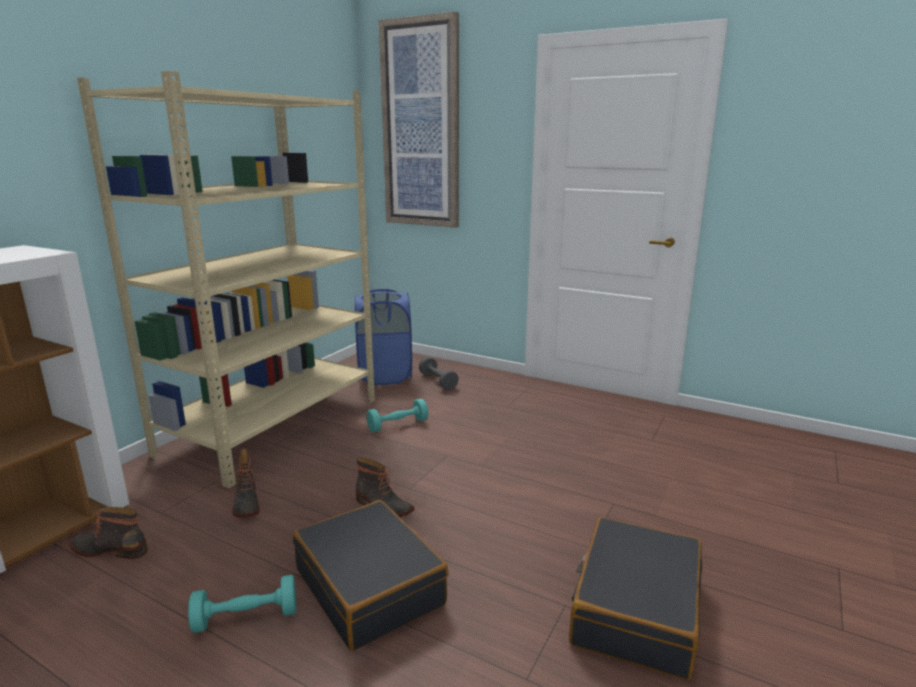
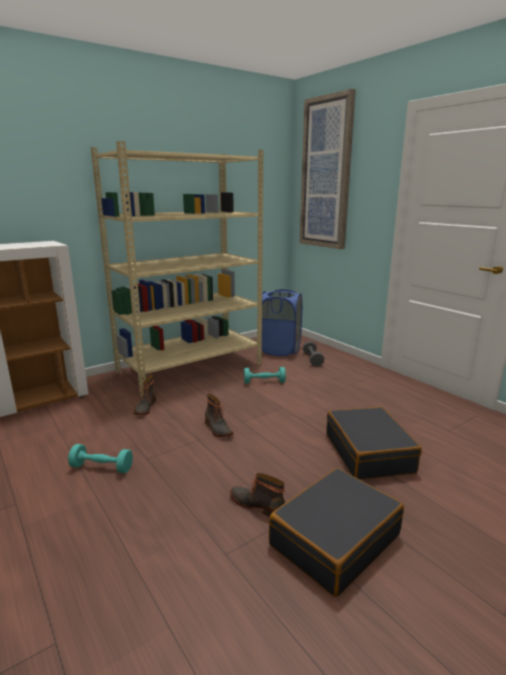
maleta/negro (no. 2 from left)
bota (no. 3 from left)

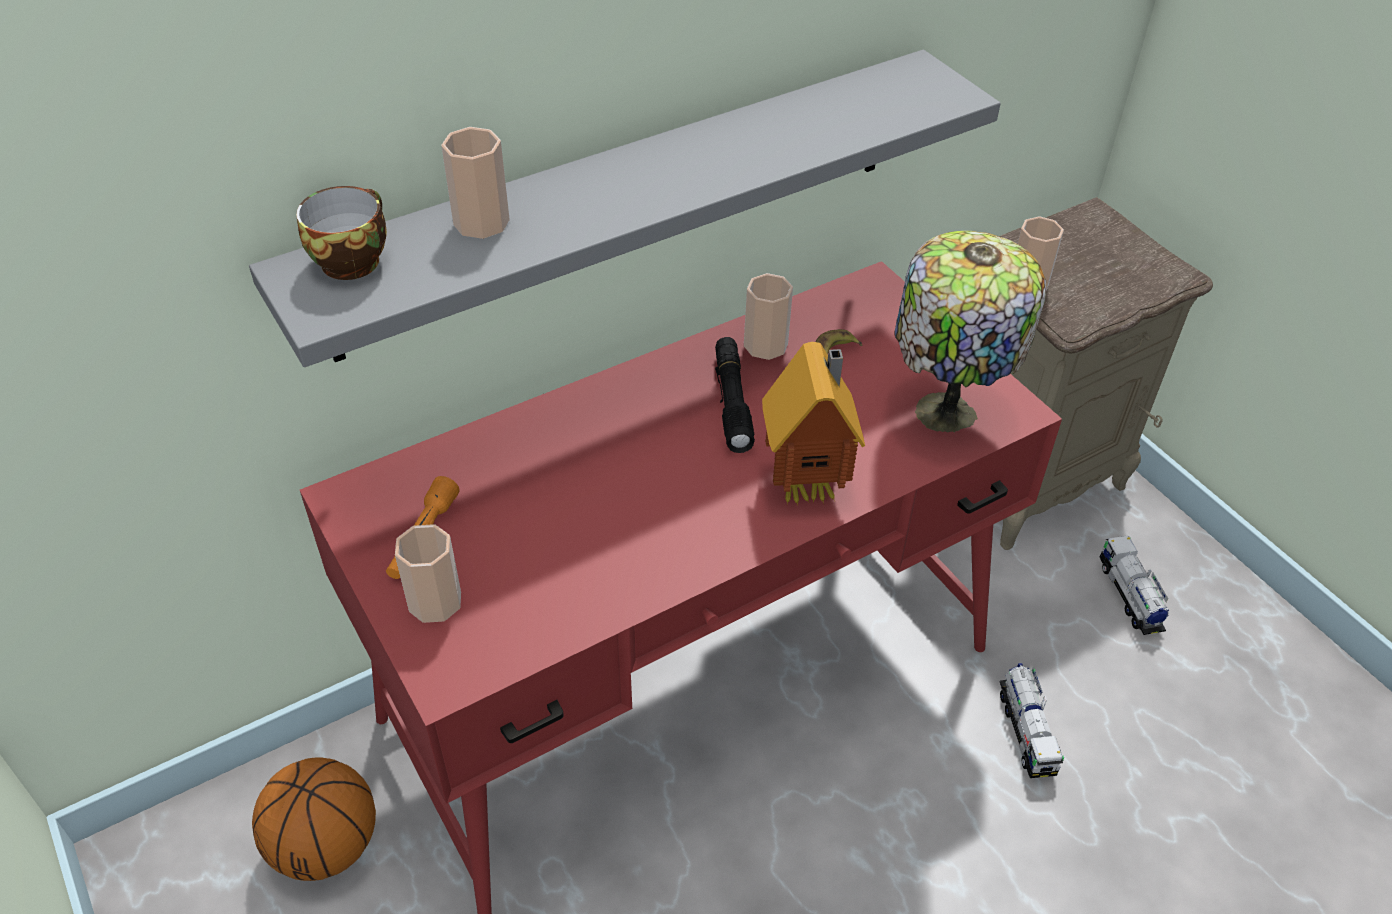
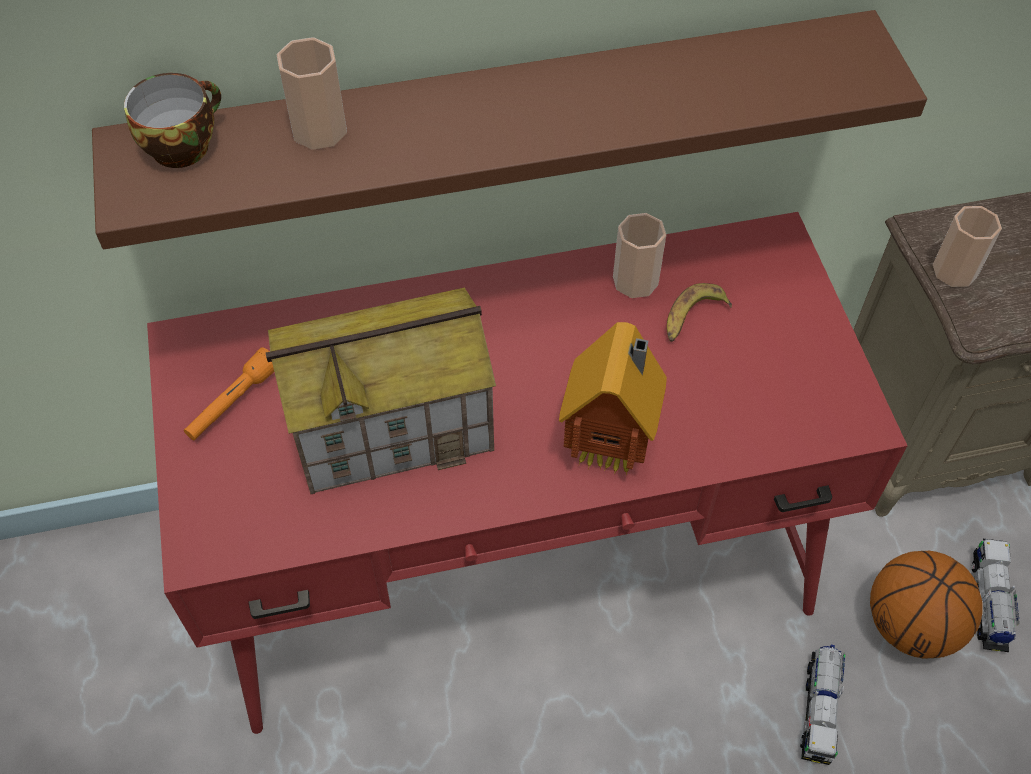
estante/marrón
lámpara de mesa
linterna/negro
taza (no. 2 from left in the first image)
balón de baloncesto
casita (no. 1 from left)

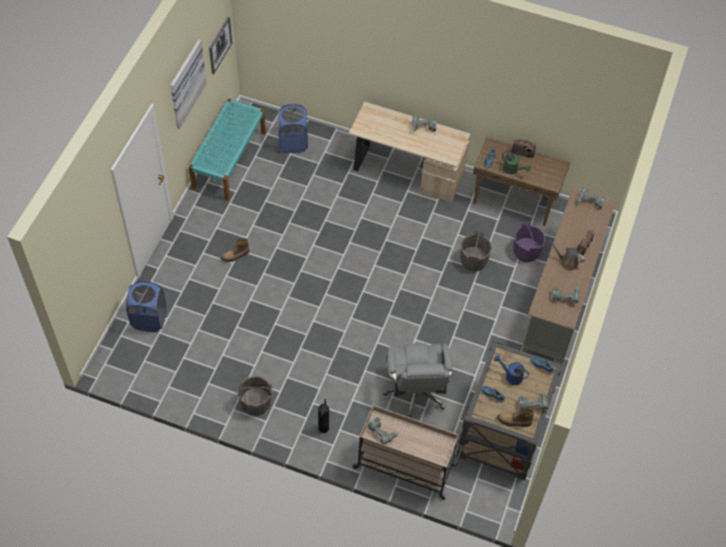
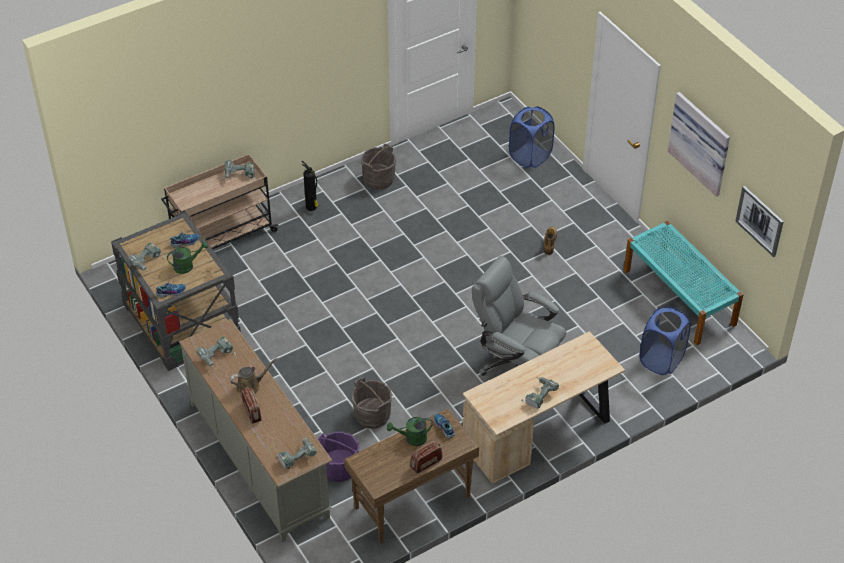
silla de oficina/gris
regadera/verde (no. 1 from left)
bota (no. 2 from left in the first image)

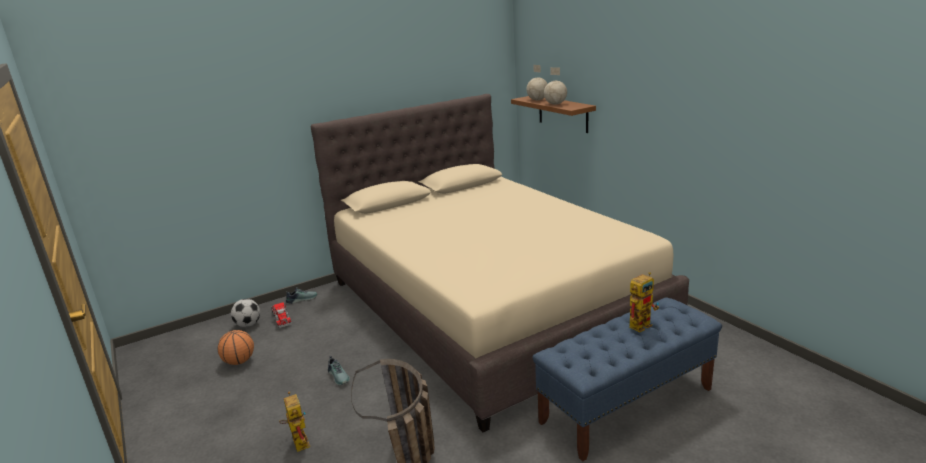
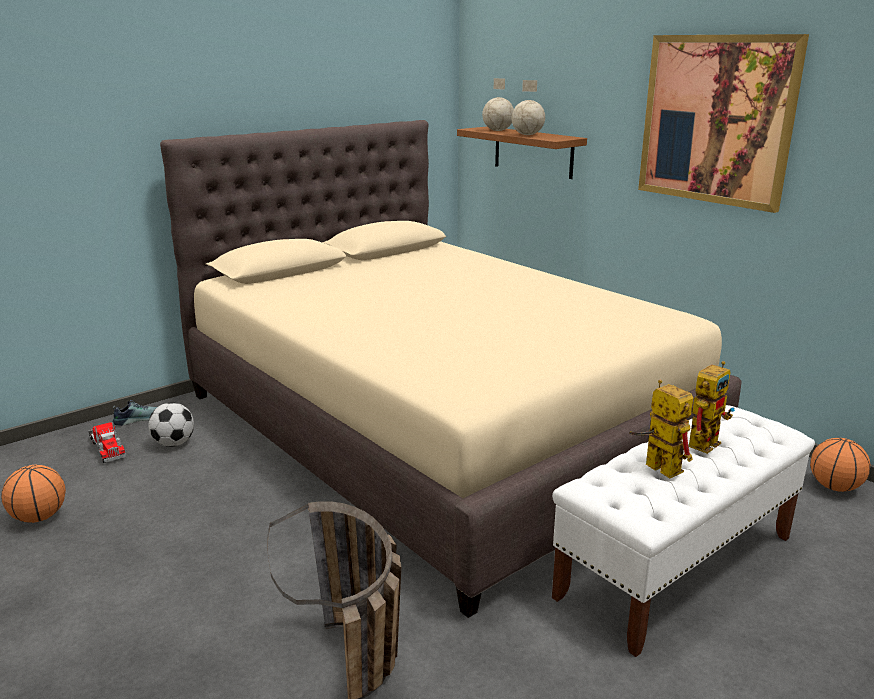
banco/blanco
balón de fútbol
zapato (no. 2 from left in the first image)
robot de juguete (no. 1 from left)
cuadro
balón de baloncesto (no. 2 from left)

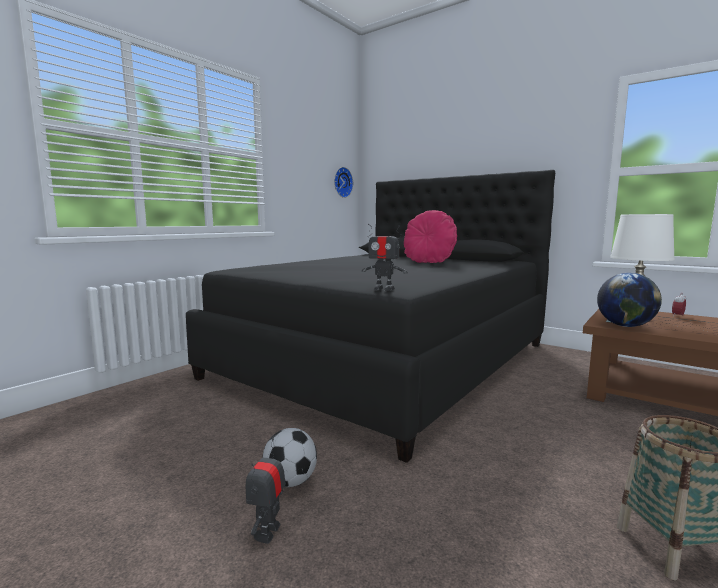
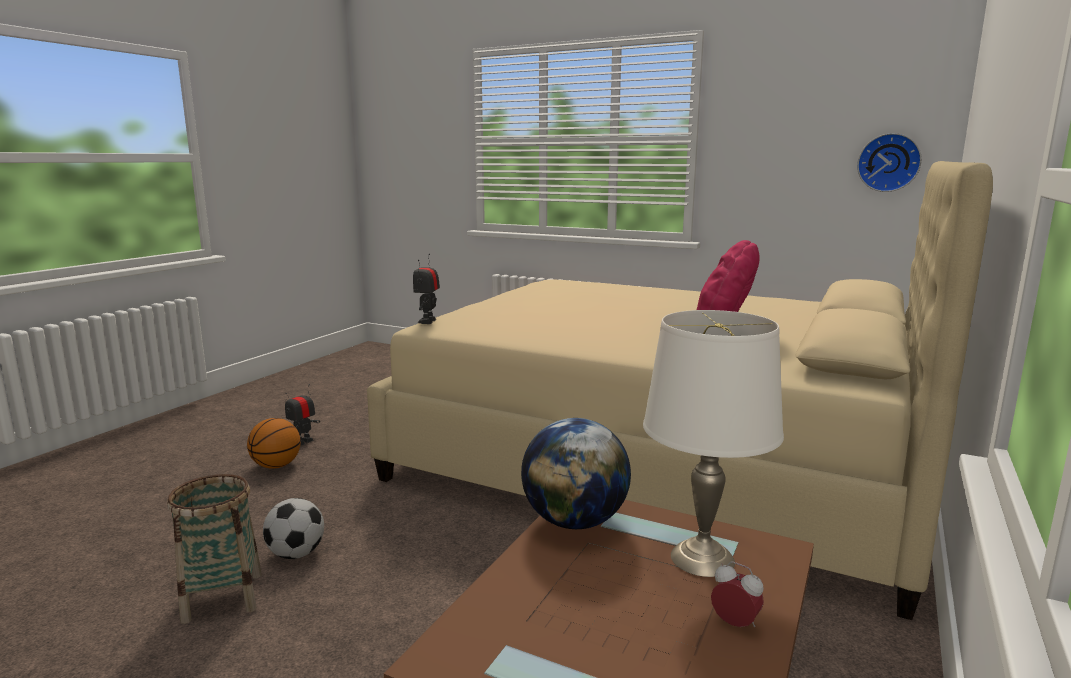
cama/beis
balón de fútbol
robot de juguete (no. 1 from left)
balón de baloncesto

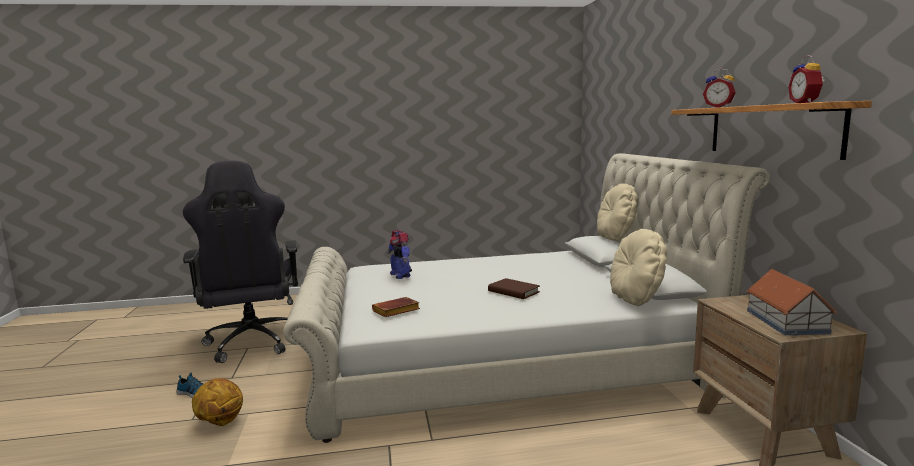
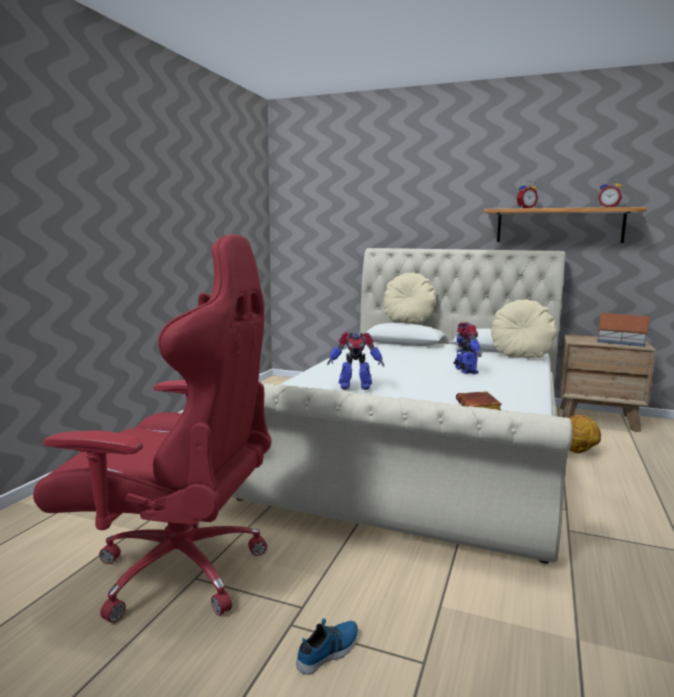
silla de oficina/rojo
robot de juguete (no. 2 from left)
balón de baloncesto

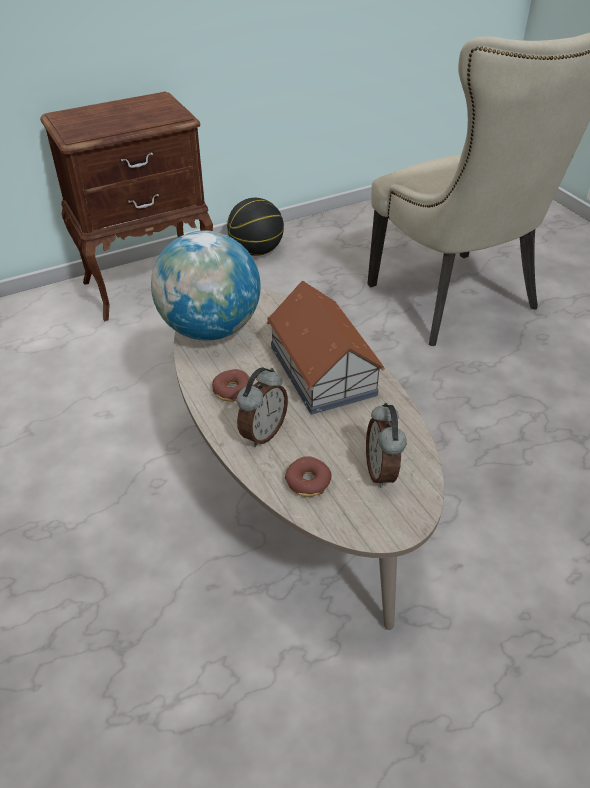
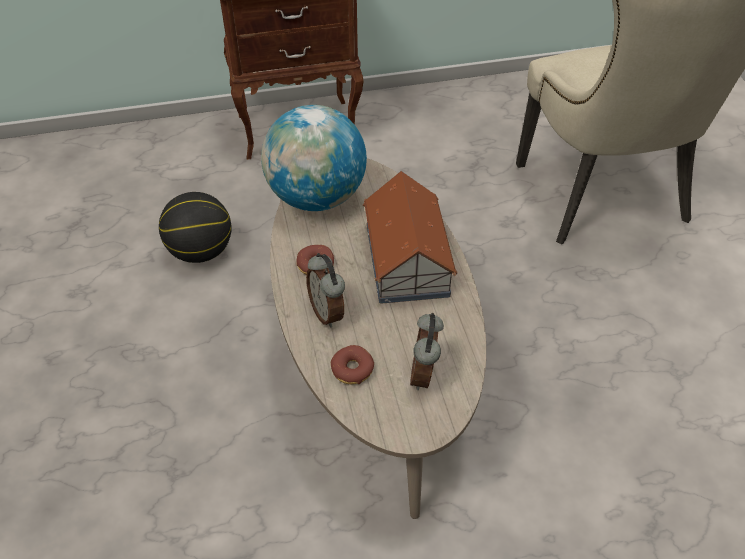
balón de baloncesto
despertador (no. 1 from left)

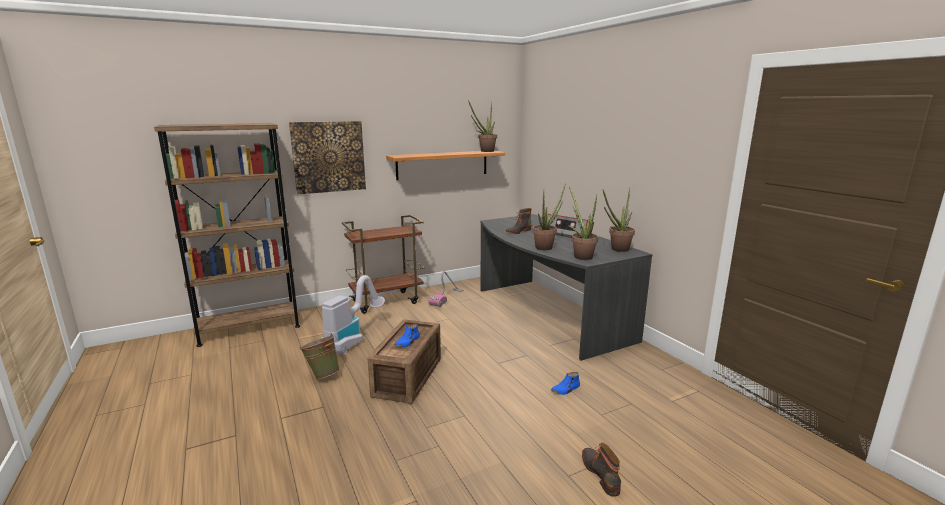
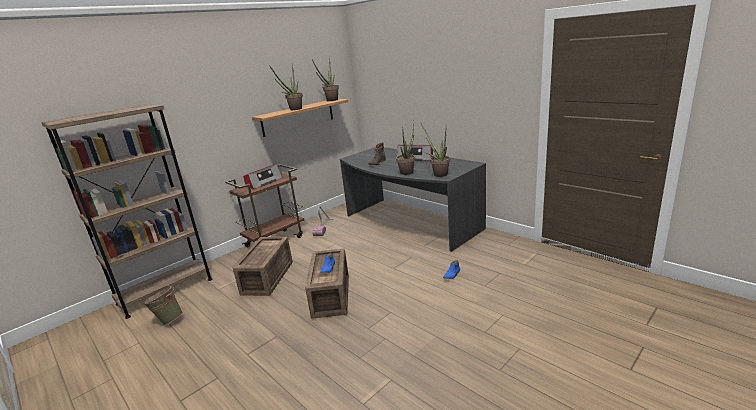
cuadro
planta en maceta (no. 1 from left)
caja de embalaje (no. 1 from left)
cubo/verde
bota (no. 2 from left in the first image)
radio (no. 1 from left)

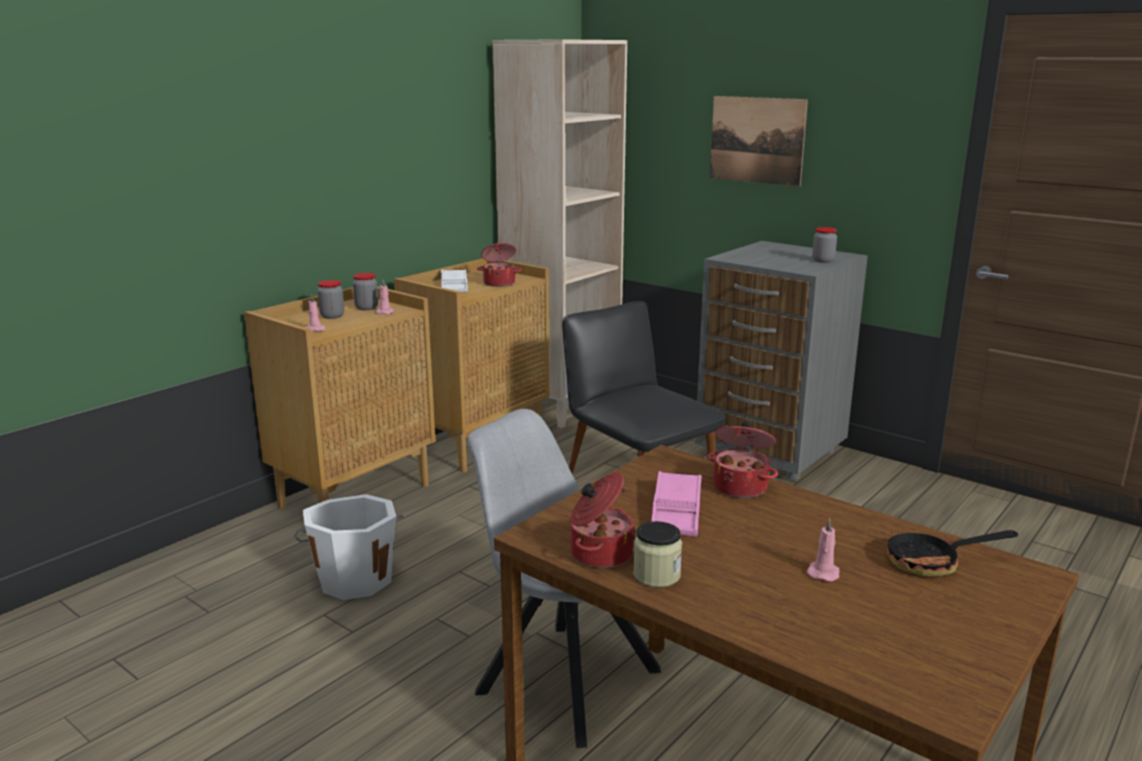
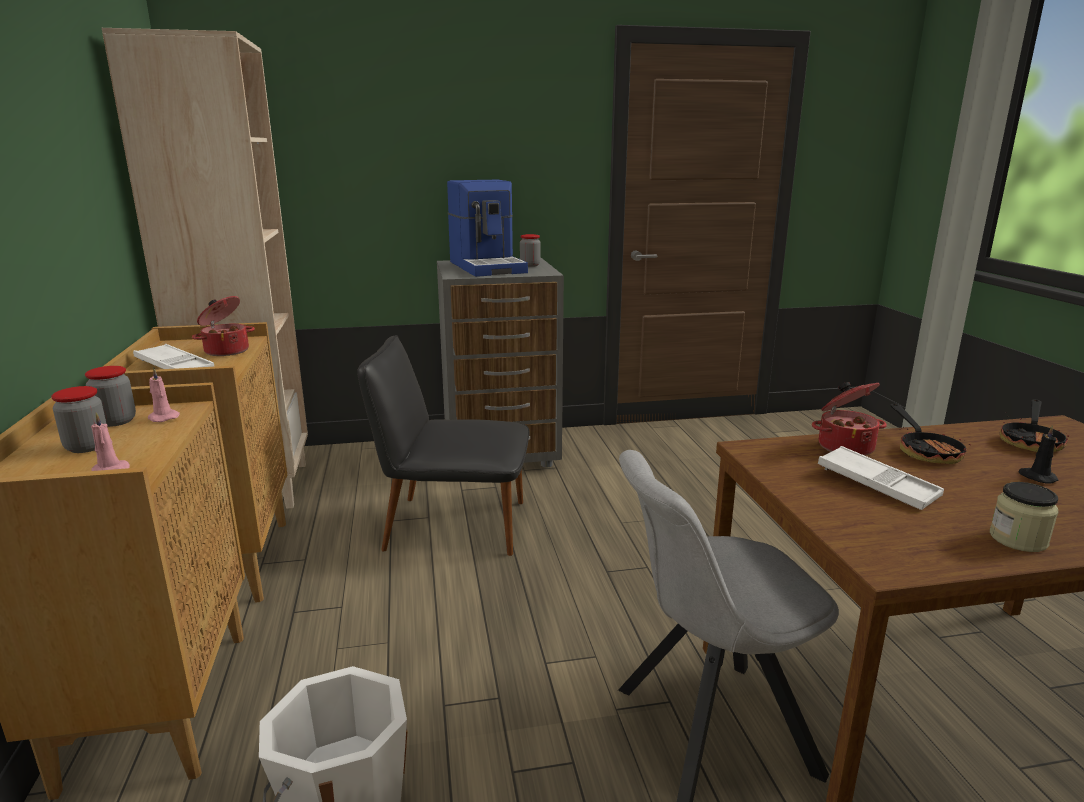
cuadro
bandeja/blanco (no. 2 from left)
olla (no. 2 from left in the first image)
vela/negro
cafetera
sartén (no. 1 from left)

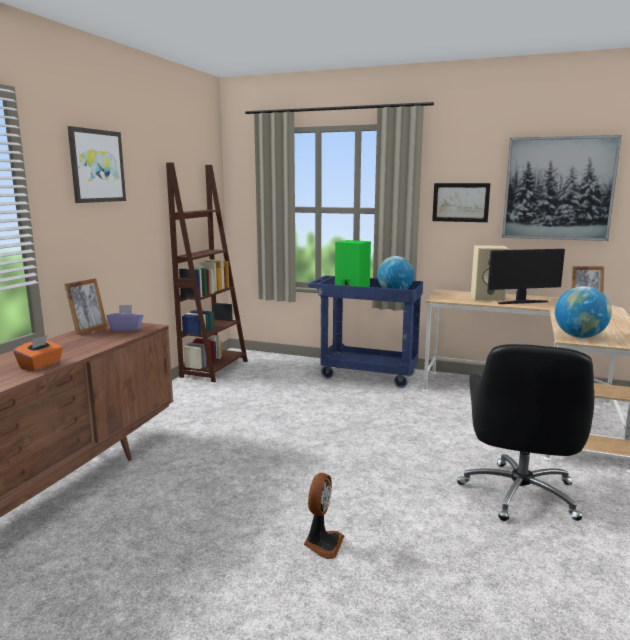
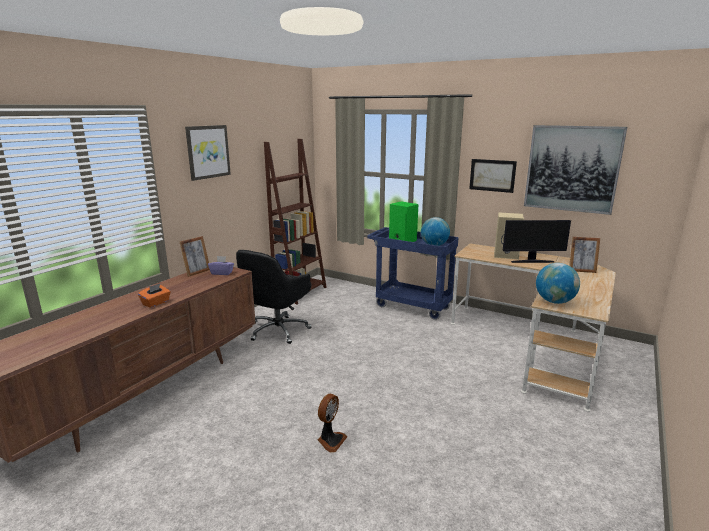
silla de oficina/negro

